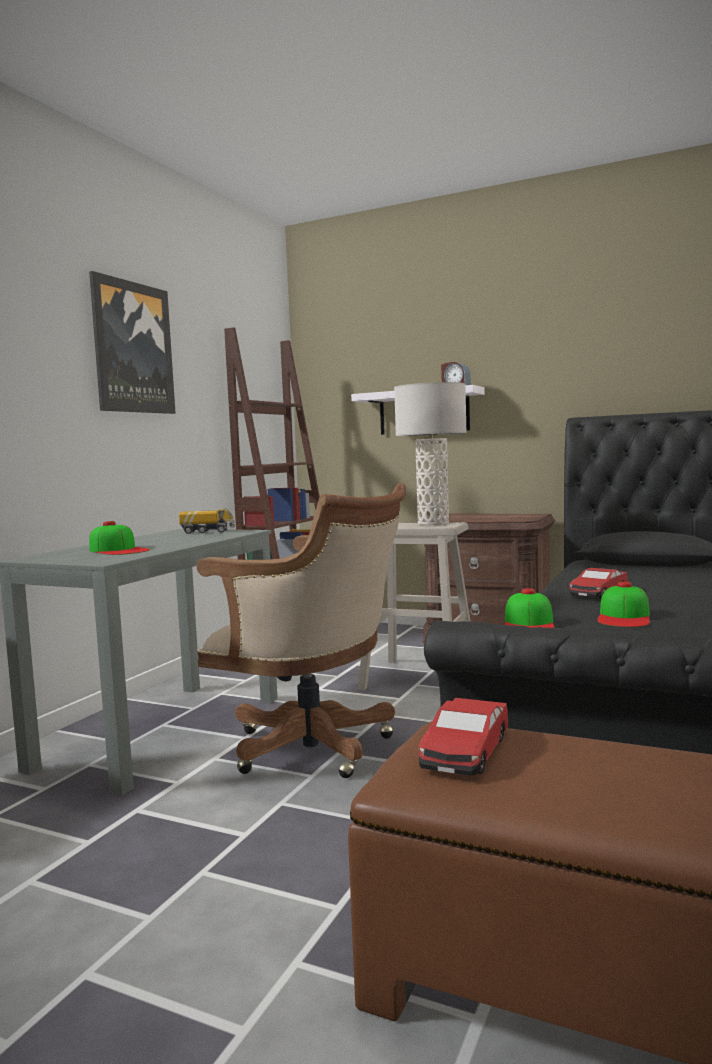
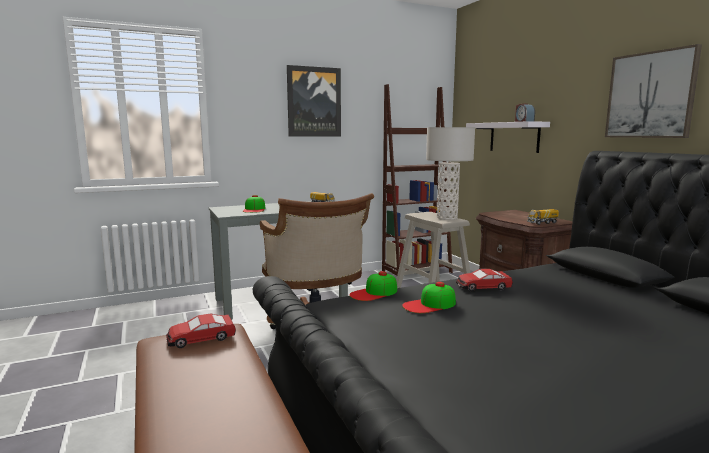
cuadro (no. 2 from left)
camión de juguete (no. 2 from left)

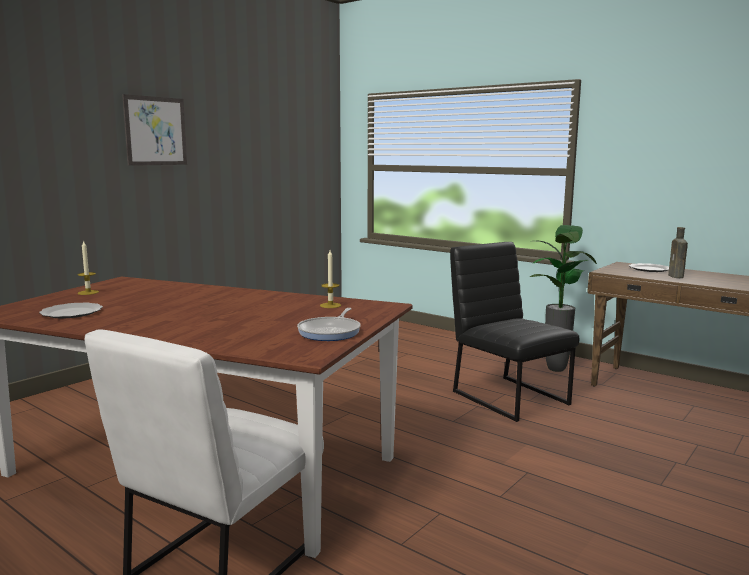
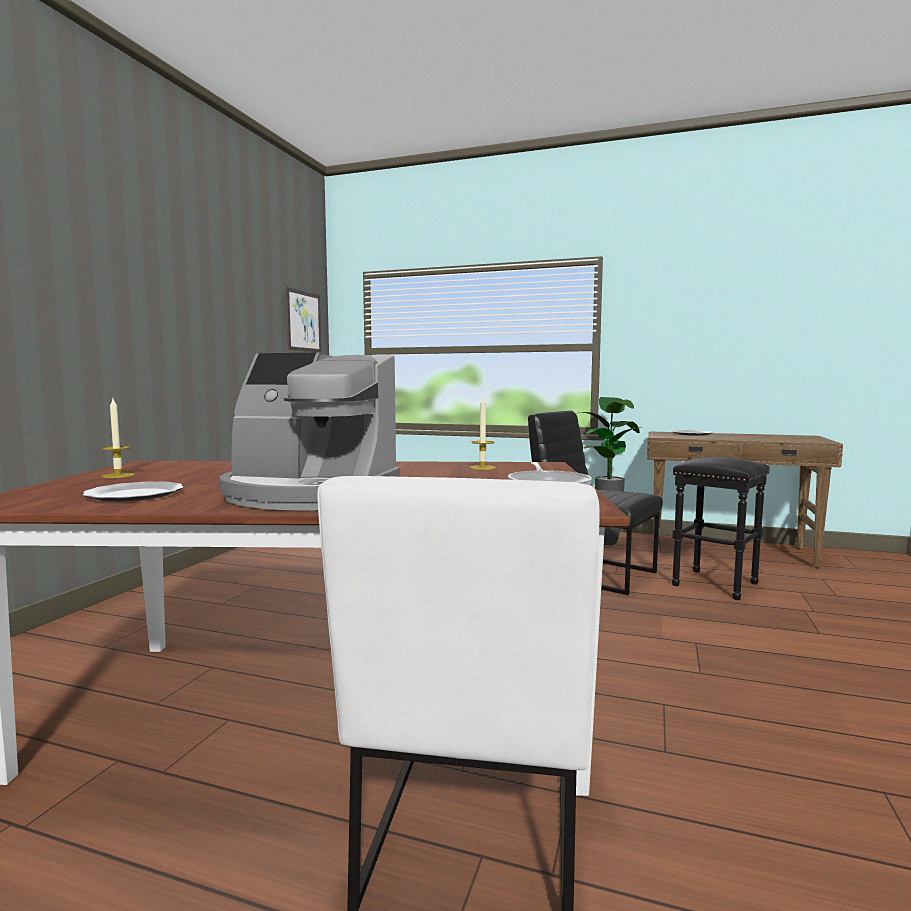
cuadro
botella/marrón
cafetera
taburete/negro

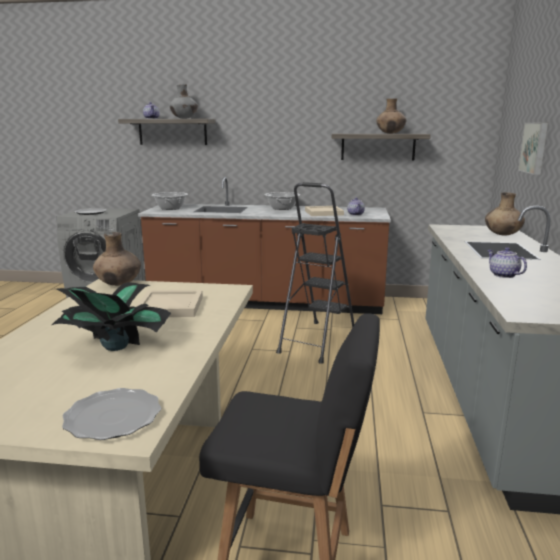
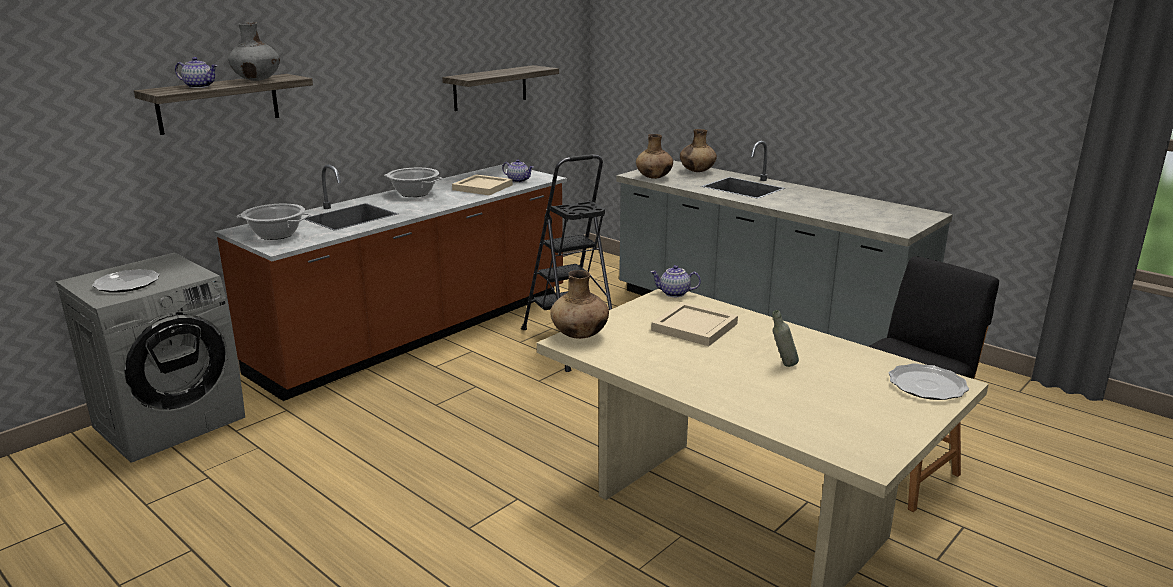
florero/marrón (no. 2 from left)
cuadro
tetera (no. 3 from left)
botella/gris

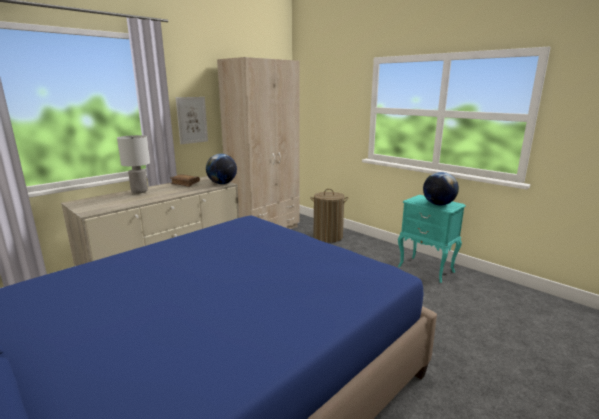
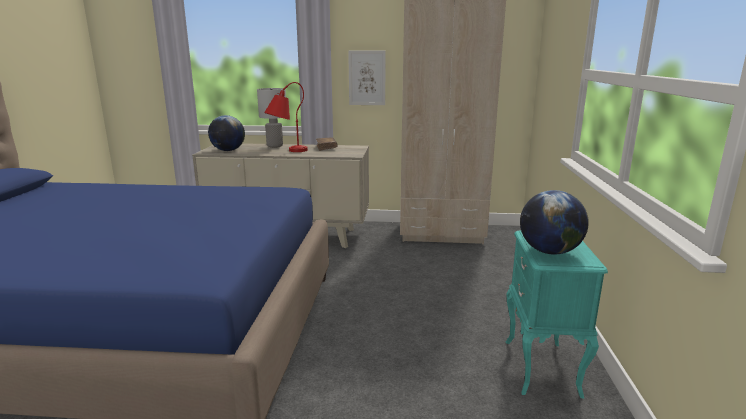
globo terráqueo (no. 1 from left)
cesto de la ropa
lámpara de mesa/rojo

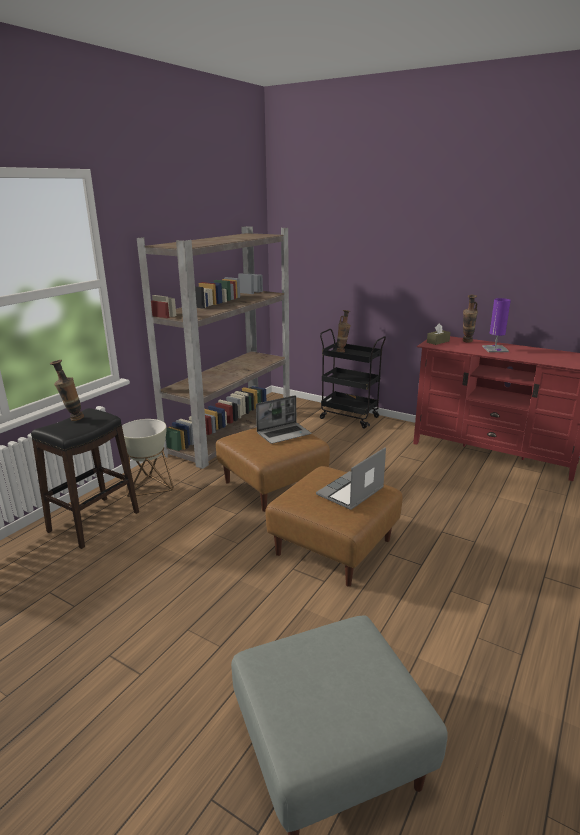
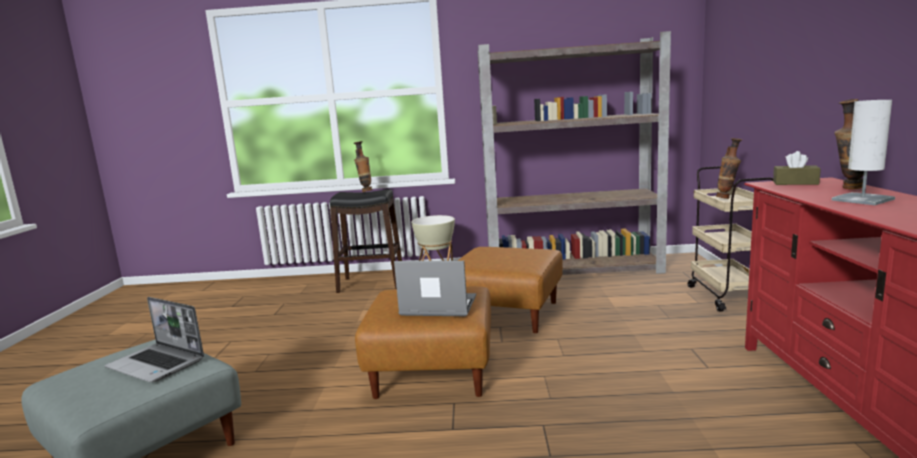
lámpara de mesa/blanco
carrito/beis
portátil (no. 1 from left)

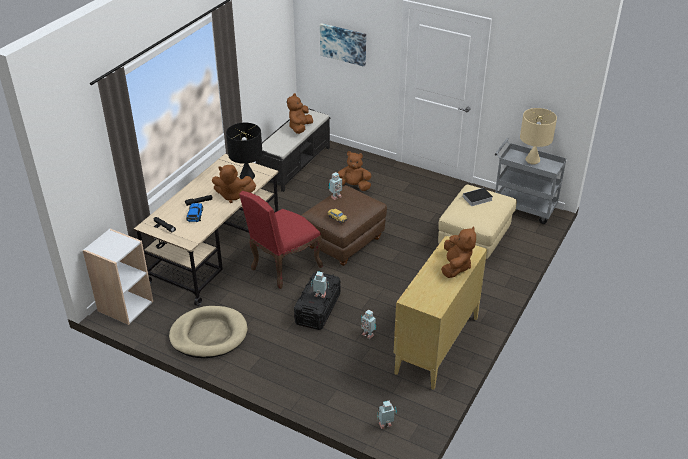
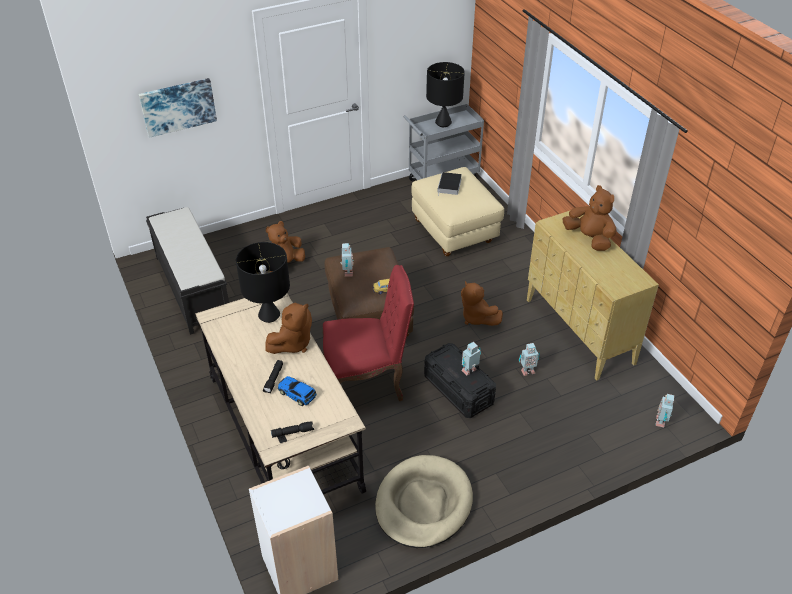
peluche/marrón (no. 3 from left)
lámpara de mesa/negro (no. 2 from left)
silla/rojo

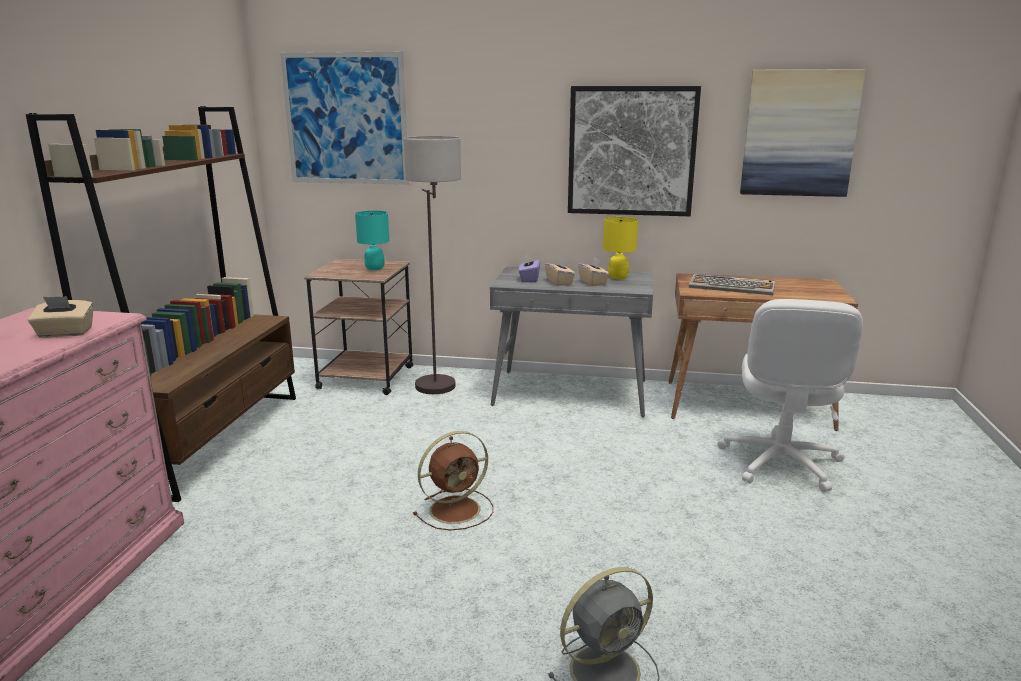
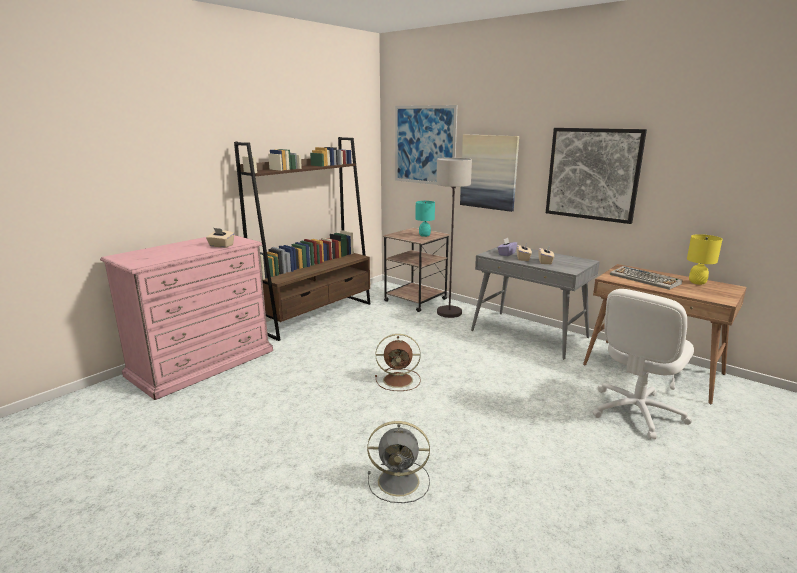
cuadro (no. 2 from left)
lámpara de mesa/amarillo

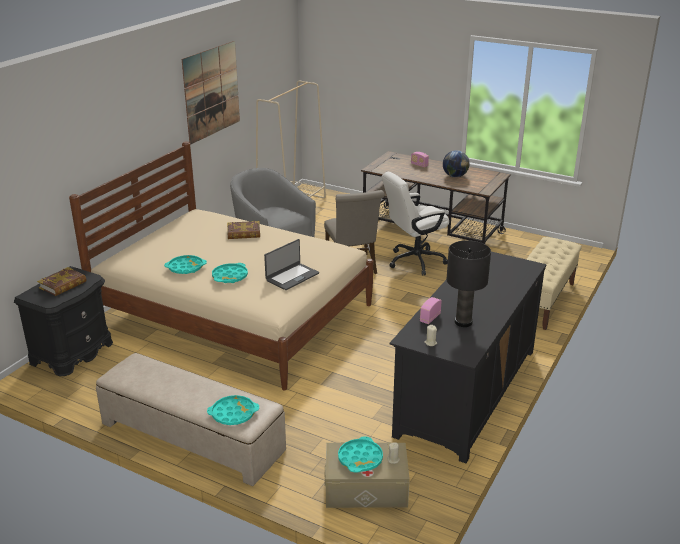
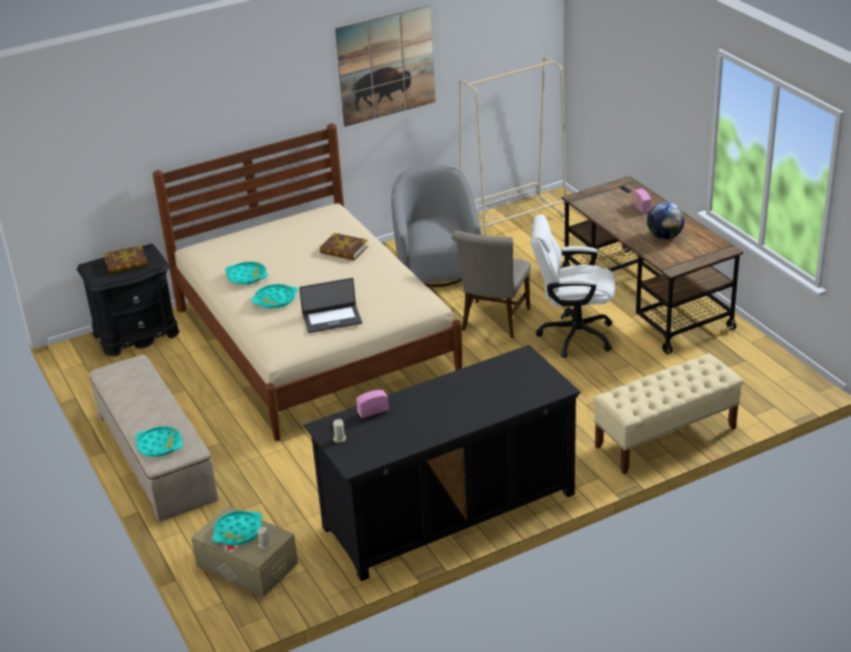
lámpara de mesa/negro

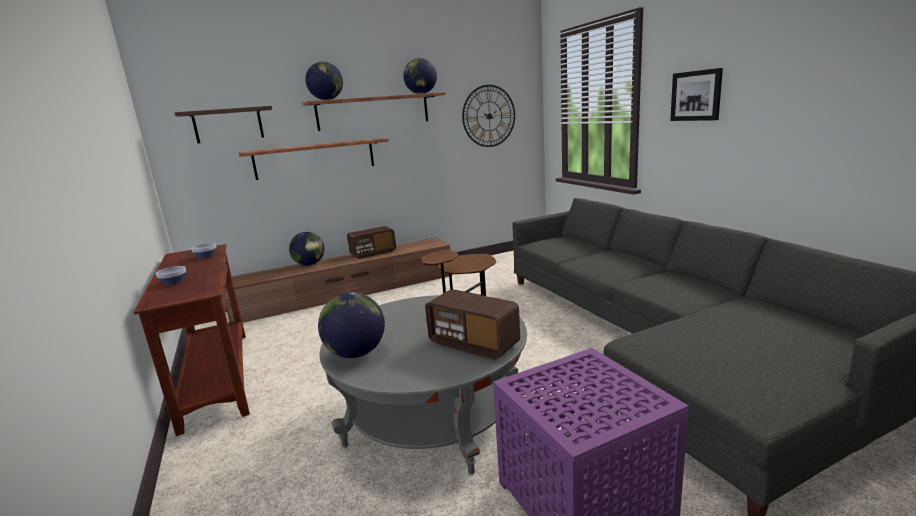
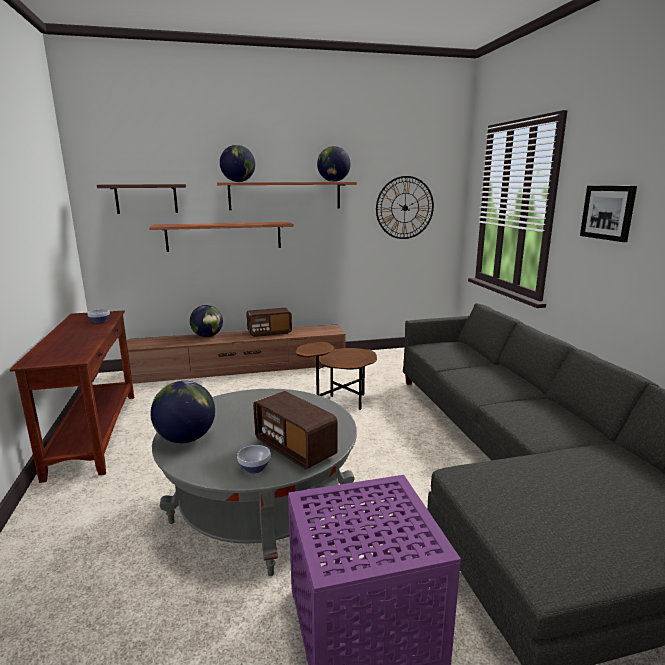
cuenco (no. 2 from left)

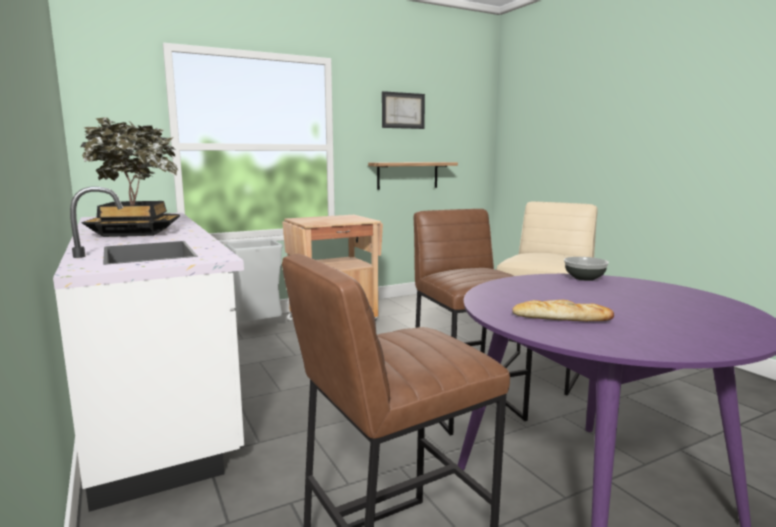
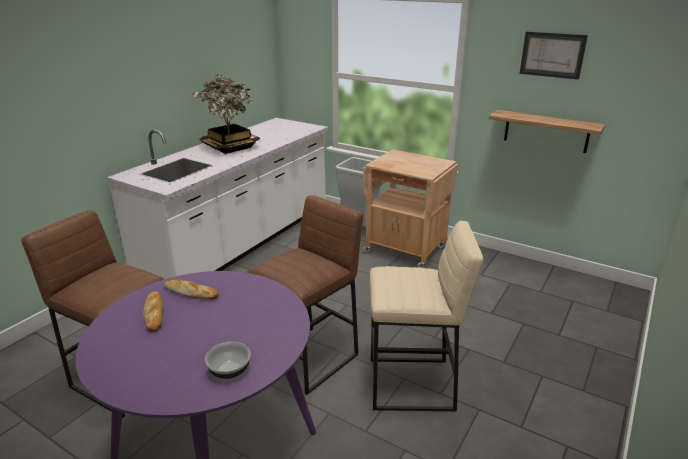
cuenco
pan (no. 2 from left)

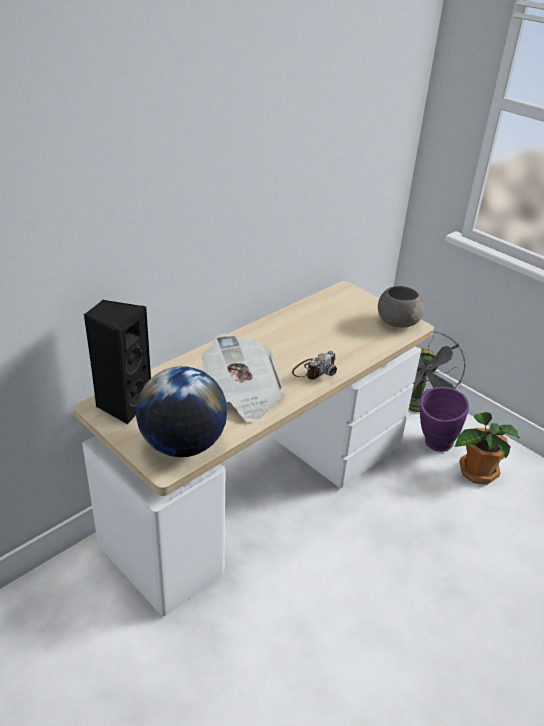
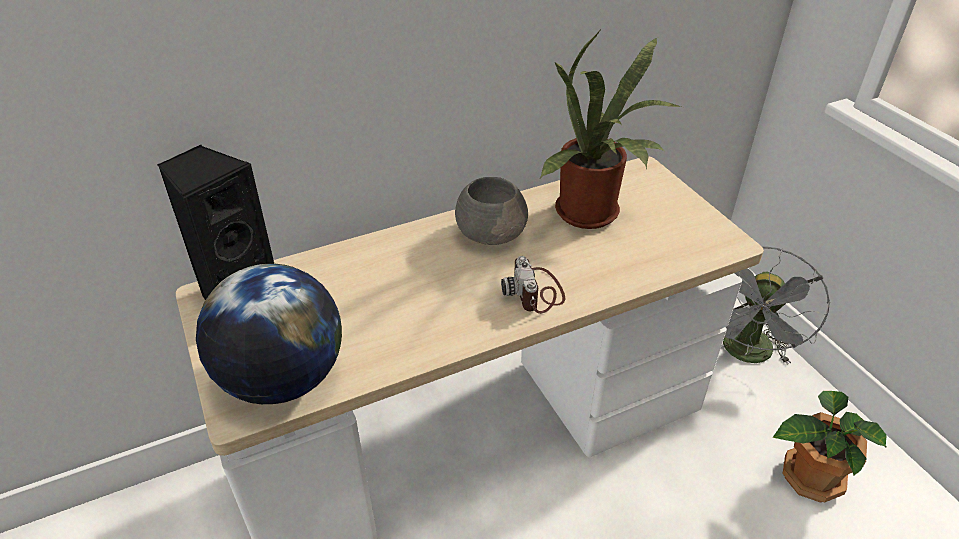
cuenco/gris
periódico
cámara
florero/morado
planta en maceta (no. 1 from left)

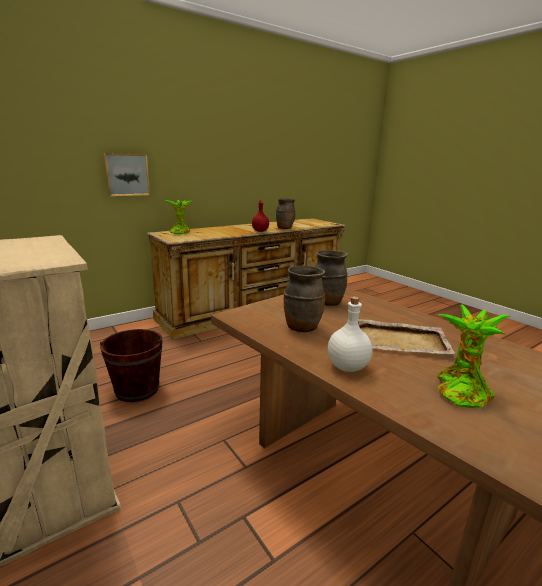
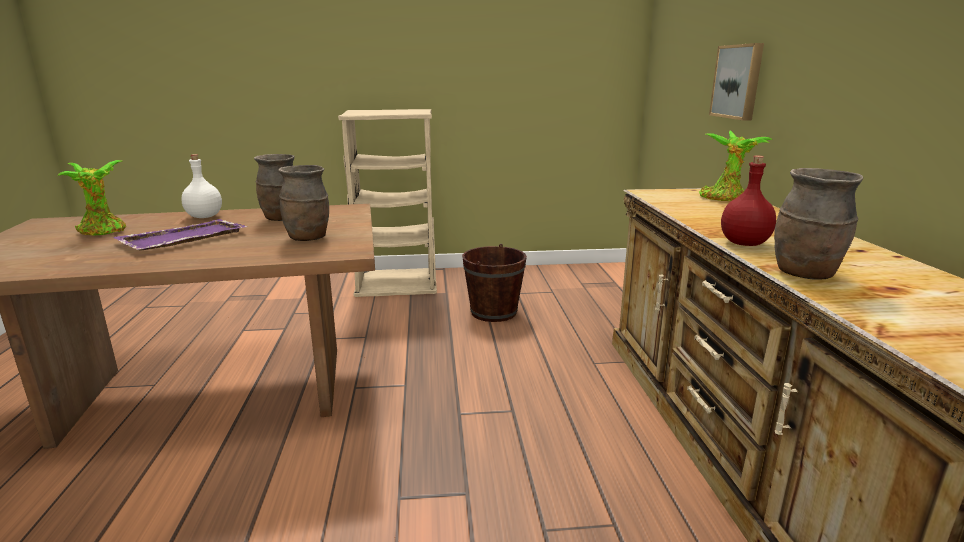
bandeja/morado

